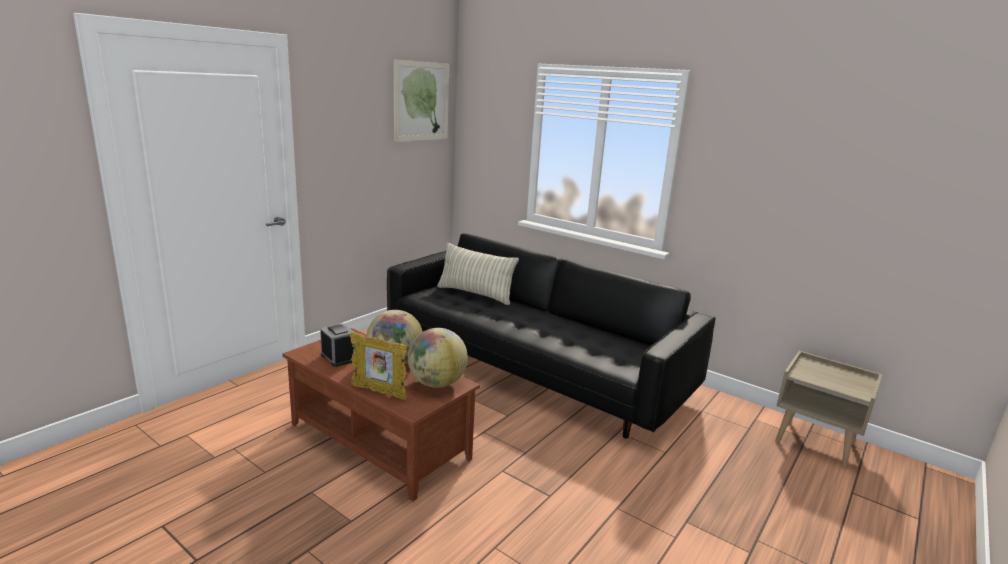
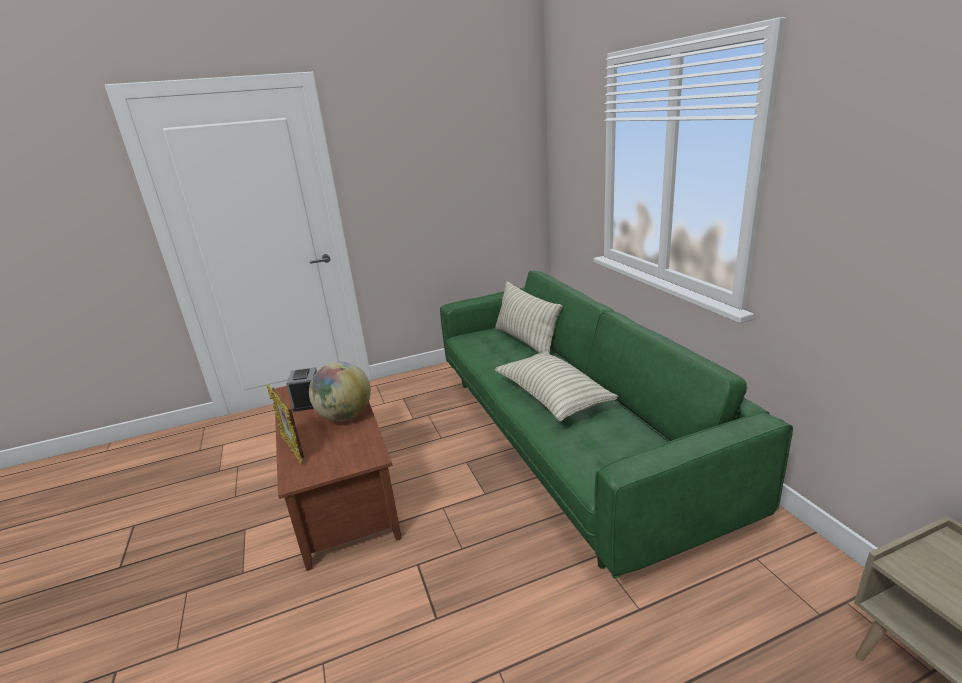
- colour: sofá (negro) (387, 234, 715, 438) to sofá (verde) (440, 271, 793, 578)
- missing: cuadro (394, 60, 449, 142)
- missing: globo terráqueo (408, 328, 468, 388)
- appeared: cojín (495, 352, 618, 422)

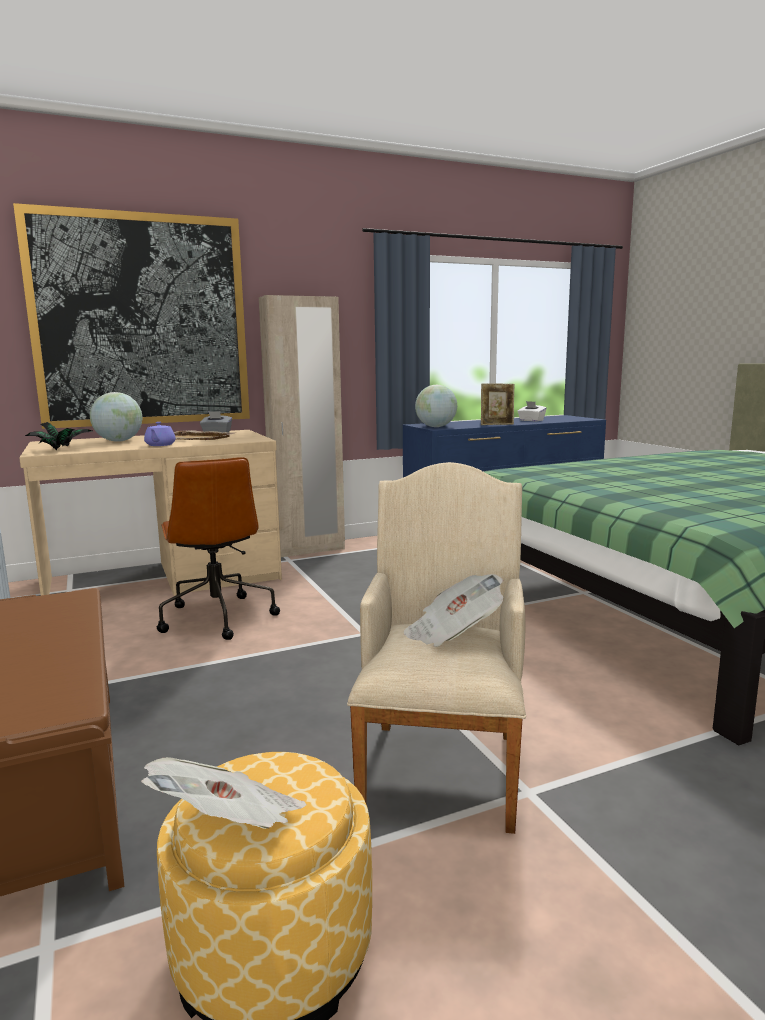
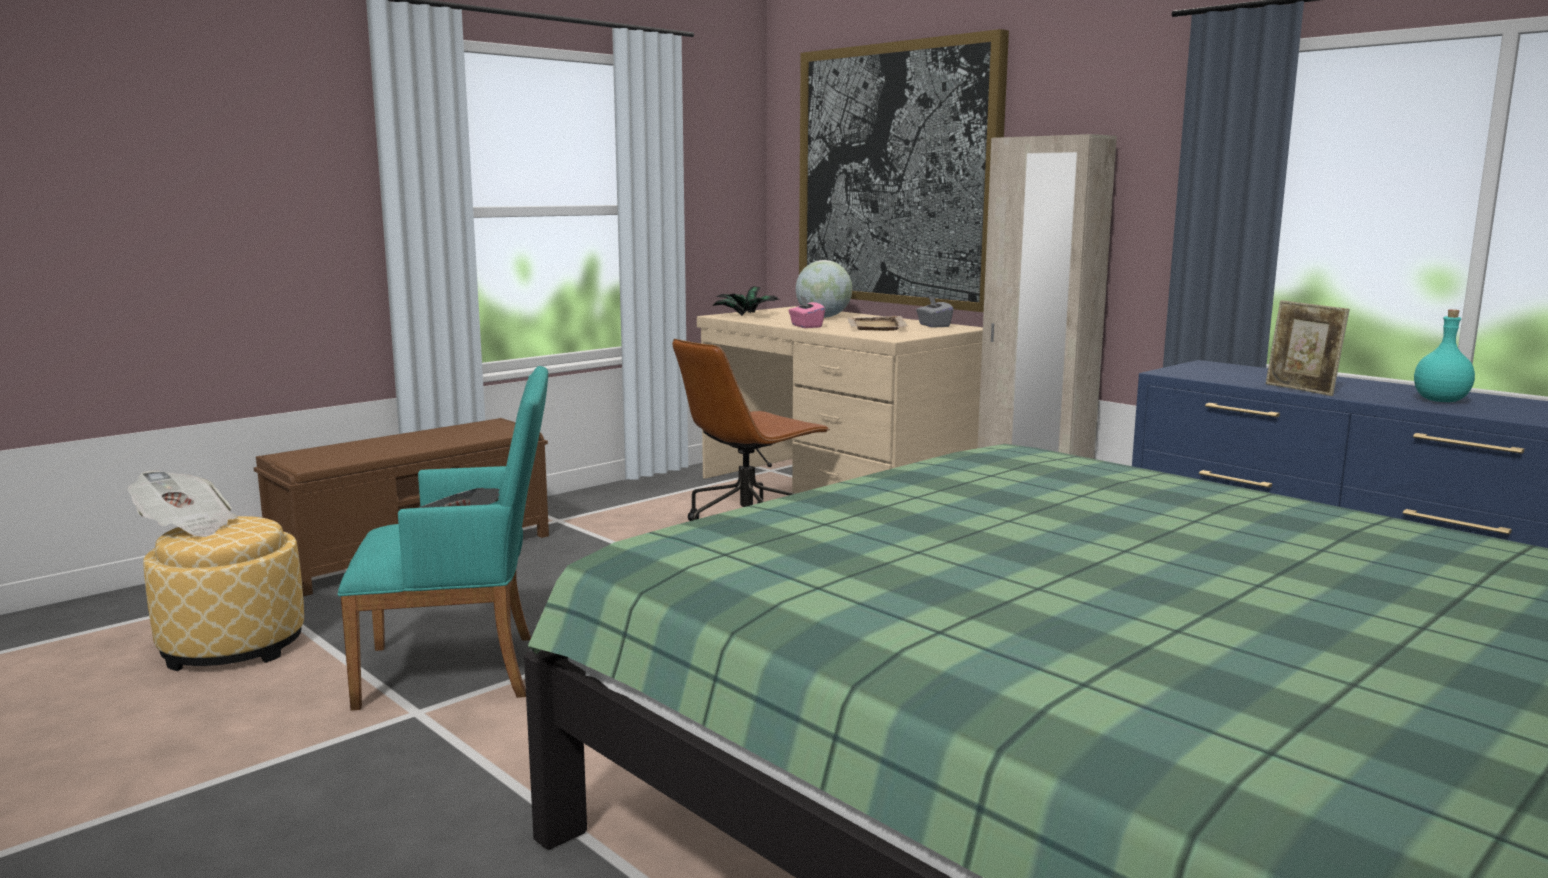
- exchanged: tetera (morado) (144, 422, 176, 446) to caja de pañuelos (rosa) (788, 296, 825, 328)
- colour: sillón (beis) (347, 462, 526, 834) to sillón (turquesa) (338, 366, 548, 711)
- missing: globo terráqueo (415, 385, 457, 427)
- exchanged: caja de pañuelos (blanco) (518, 401, 546, 422) to botella (turquesa) (1414, 310, 1475, 402)

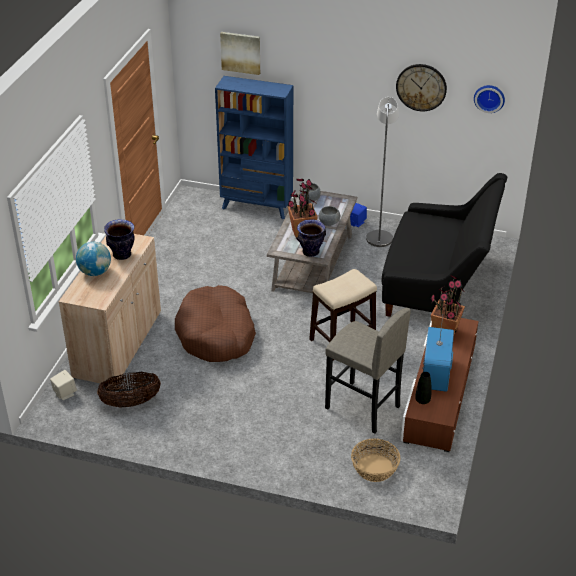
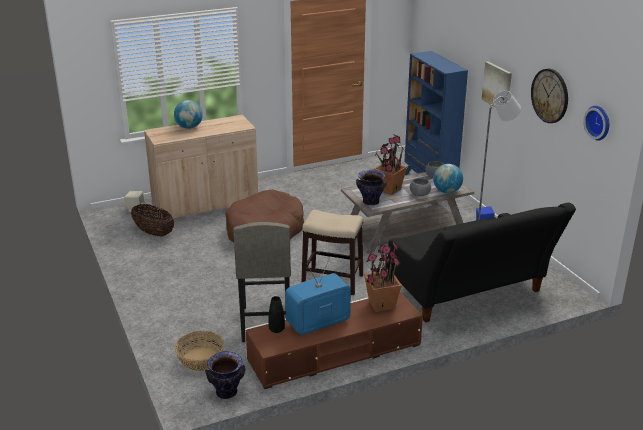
- relocated: florero (104, 219, 135, 260) to (205, 351, 245, 399)
- relocated: cuadro (220, 32, 260, 75) to (482, 61, 512, 107)
- appeared: globo terráqueo (433, 164, 463, 193)

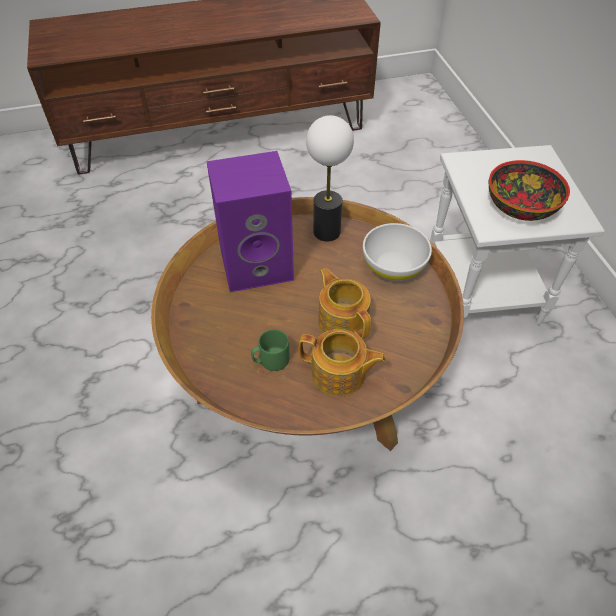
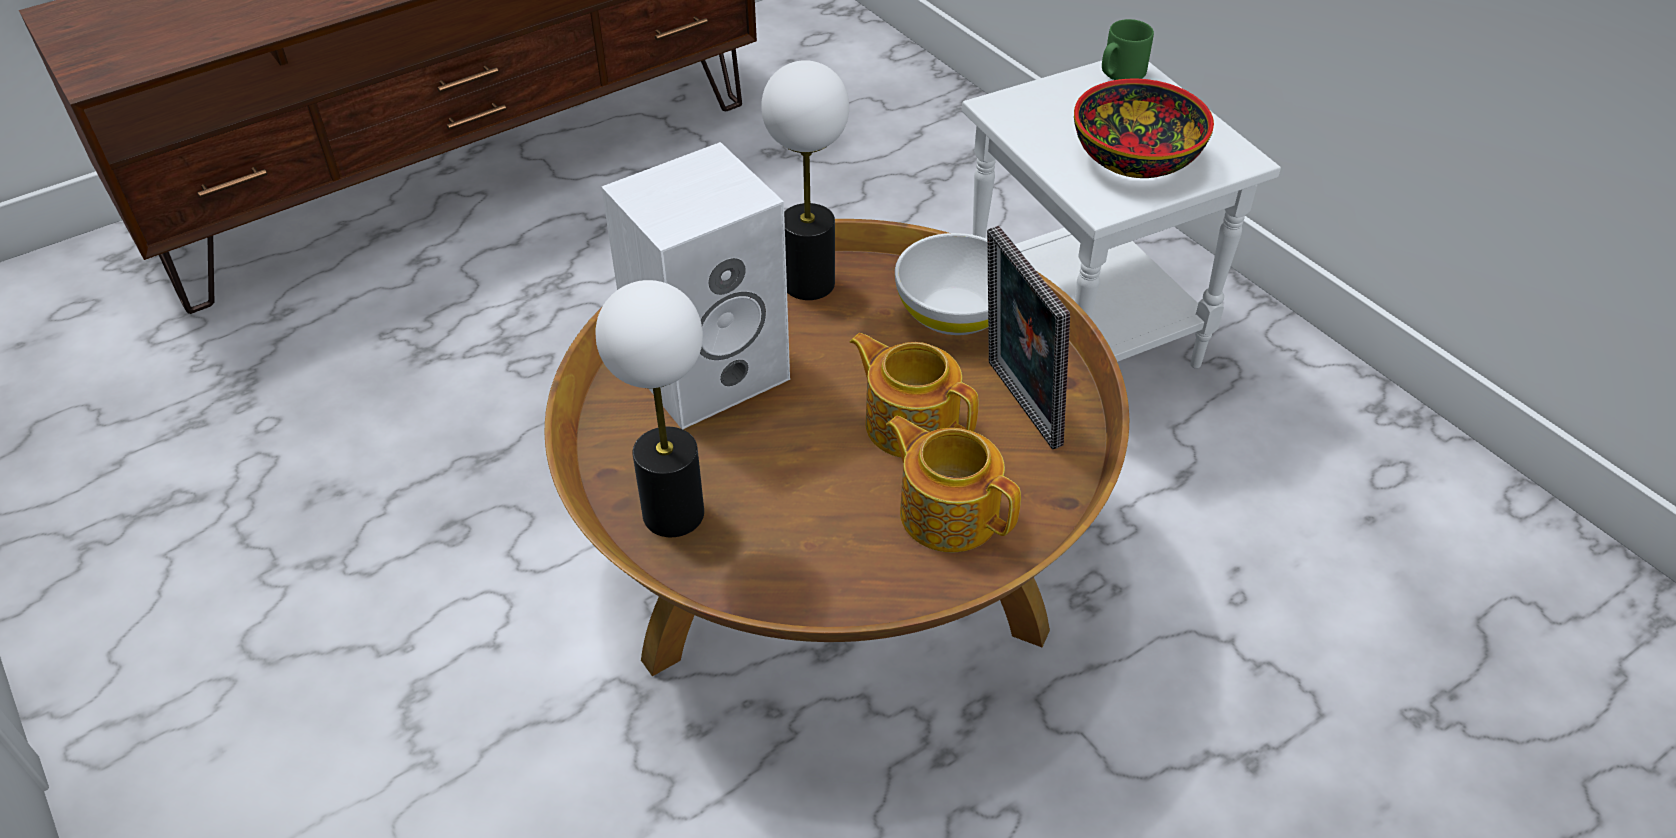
- colour: altavoz (morado) (206, 151, 294, 292) to altavoz (blanco) (601, 142, 790, 429)
- relocated: taza grande (verde) (251, 329, 290, 371) to (1102, 19, 1154, 80)
- spun: tetera (299, 329, 386, 397) = (886, 416, 1021, 553) 135 degrees counterclockwise
- appeared: lámpara de mesa (596, 280, 704, 537)
- appeared: portarretratos (987, 226, 1070, 449)

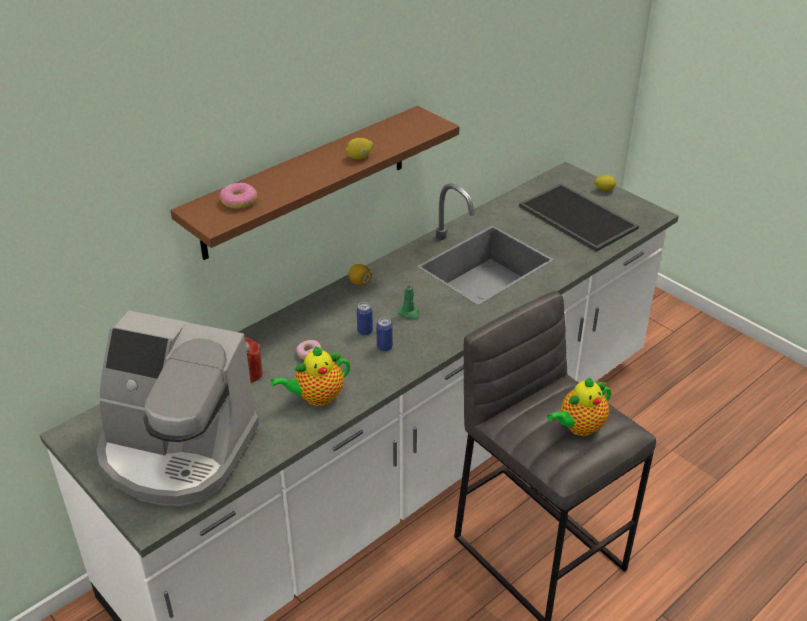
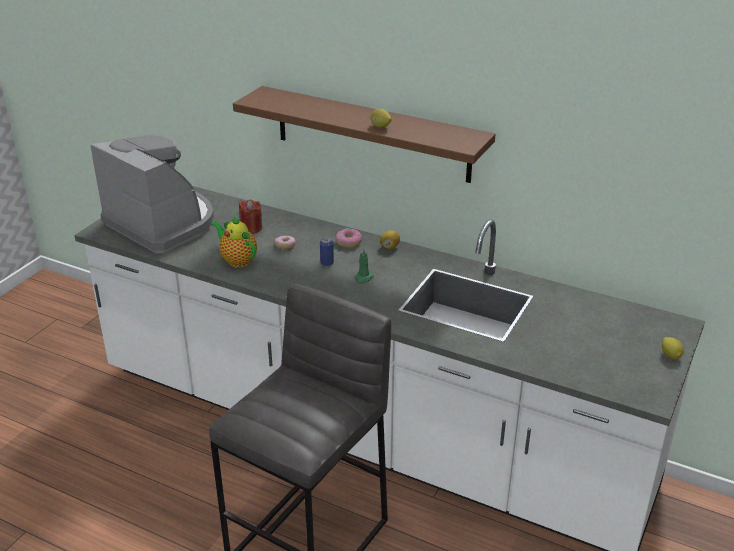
- spun: cafetera (96, 311, 259, 506) = (90, 135, 214, 254) 135 degrees clockwise
- relocated: rosquilla (220, 183, 257, 209) to (335, 228, 362, 248)
- missing: lata (376, 318, 393, 351)
- missing: bandeja (519, 184, 639, 252)
- missing: tetera (547, 377, 611, 436)

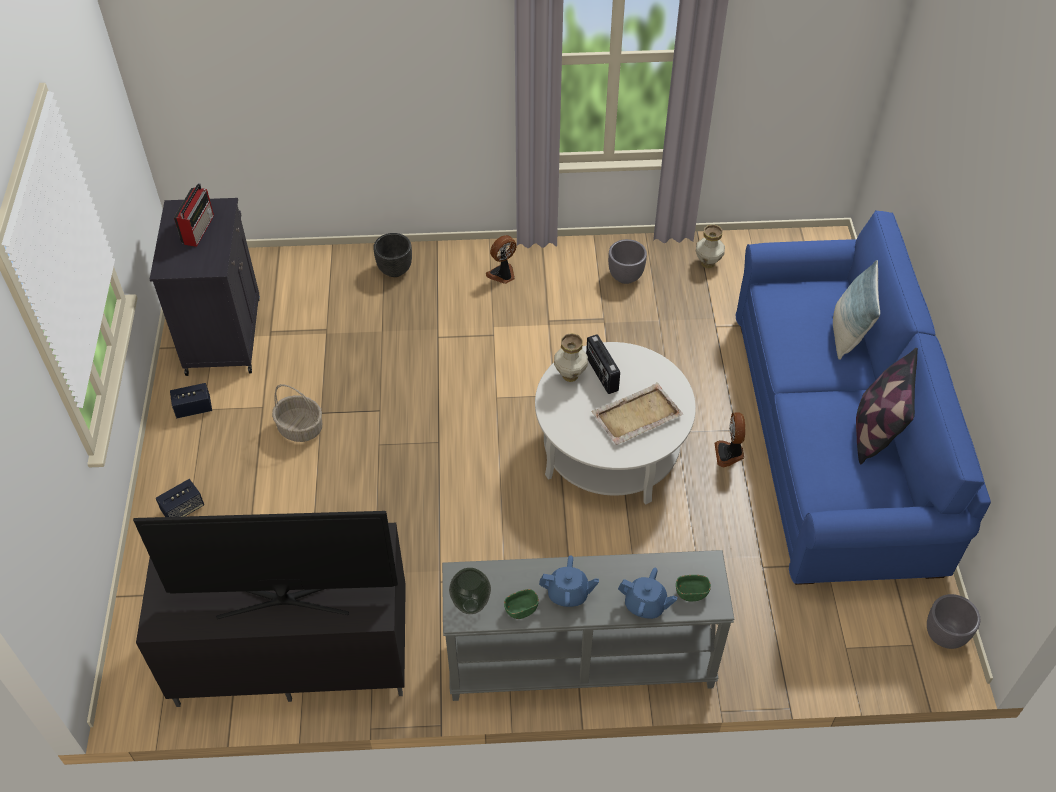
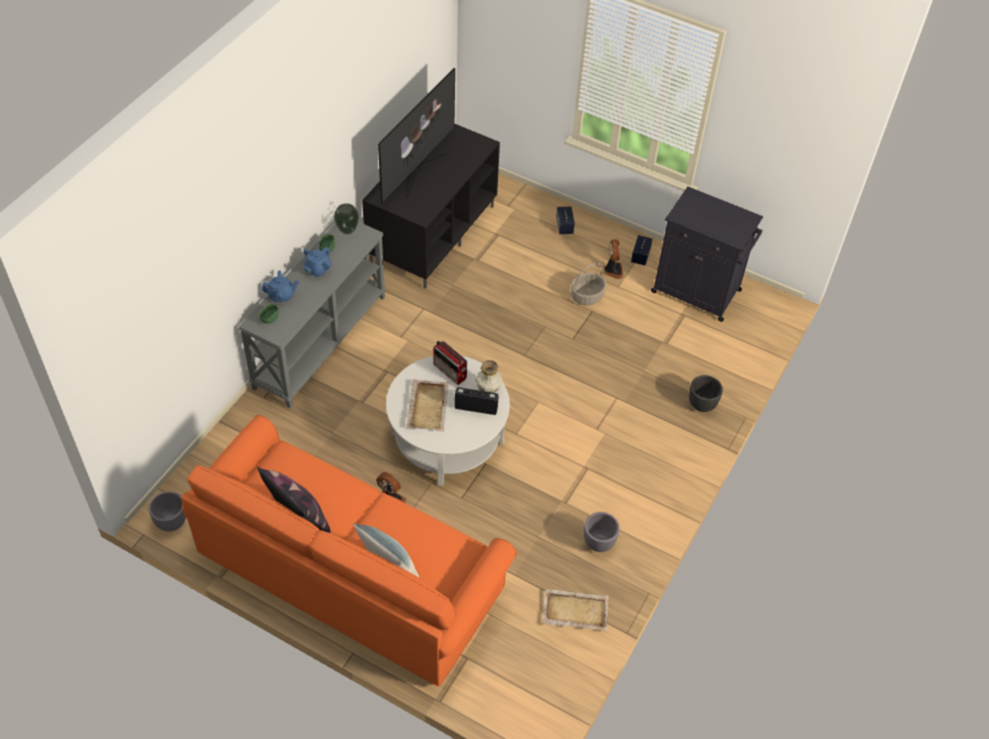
- relocated: radio (174, 183, 214, 247) to (433, 341, 467, 385)
- relocated: ventilador (486, 235, 516, 284) to (603, 240, 624, 279)
- spun: tetera (azul) (618, 568, 677, 619) = (262, 270, 299, 302) 150 degrees counterclockwise
- exchanged: florero (696, 225, 725, 268) to bandeja (beis) (543, 589, 609, 630)
- colour: sofá (azul) (736, 210, 991, 585) to sofá (naranja) (181, 415, 517, 687)

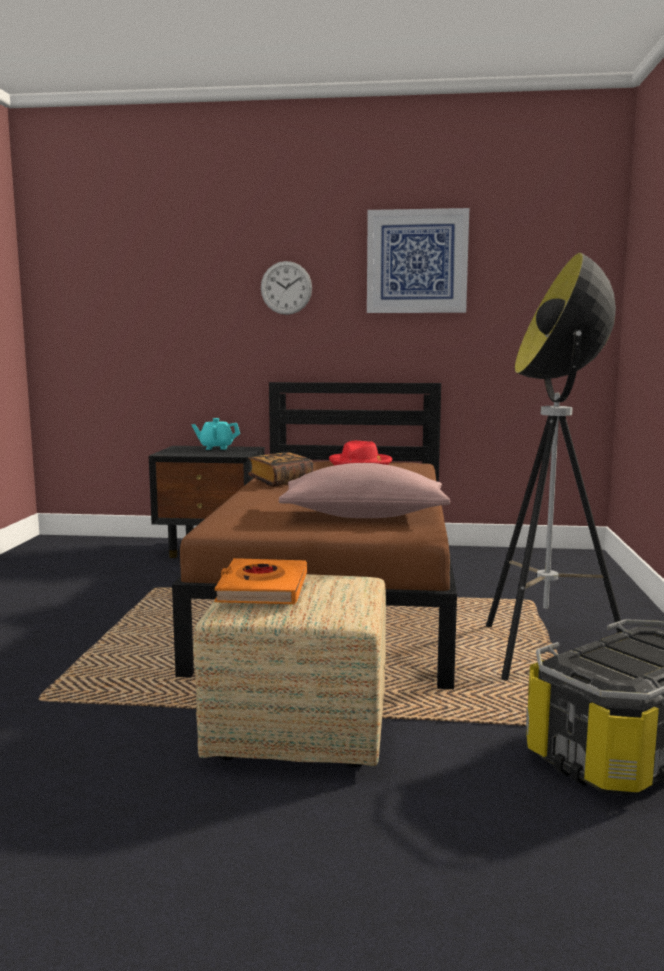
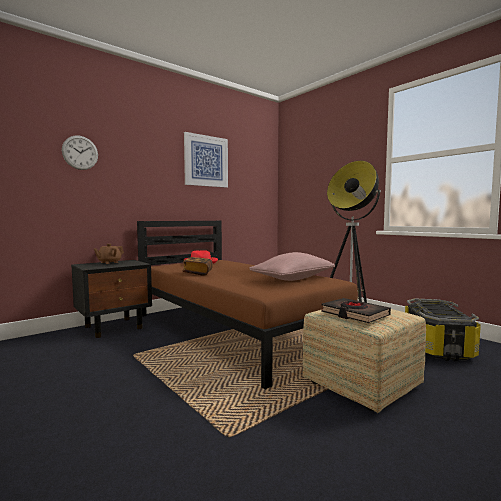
- colour: tetera (turquesa) (191, 418, 240, 450) to tetera (marrón) (94, 244, 124, 264)
- colour: libro (naranja) (214, 558, 307, 604) to libro (negro) (321, 298, 391, 323)
- relocated: reloj de pared (261, 261, 312, 315) to (62, 136, 98, 170)

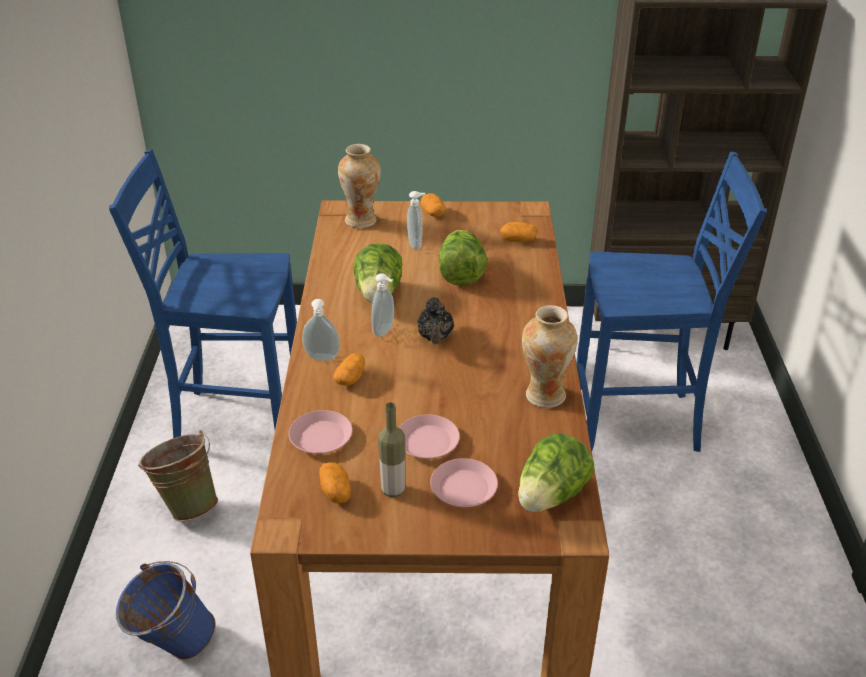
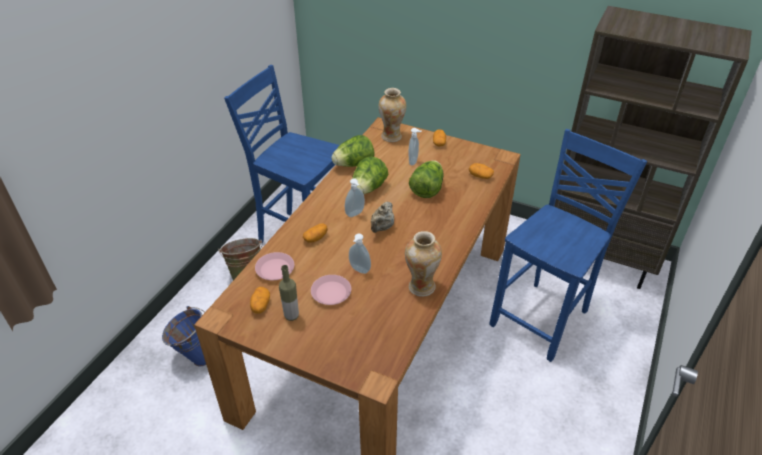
- relocated: dispensador de jabón (302, 299, 340, 361) to (349, 233, 371, 274)
- colour: tetera (negro) (418, 297, 454, 344) to tetera (beis) (371, 202, 394, 233)
- missing: plato (rosa) (430, 458, 498, 507)
- relocated: lechuga (518, 434, 594, 512) to (331, 135, 375, 167)
- spun: silla (azul) (576, 152, 767, 452) = (489, 129, 647, 362) 75 degrees counterclockwise

